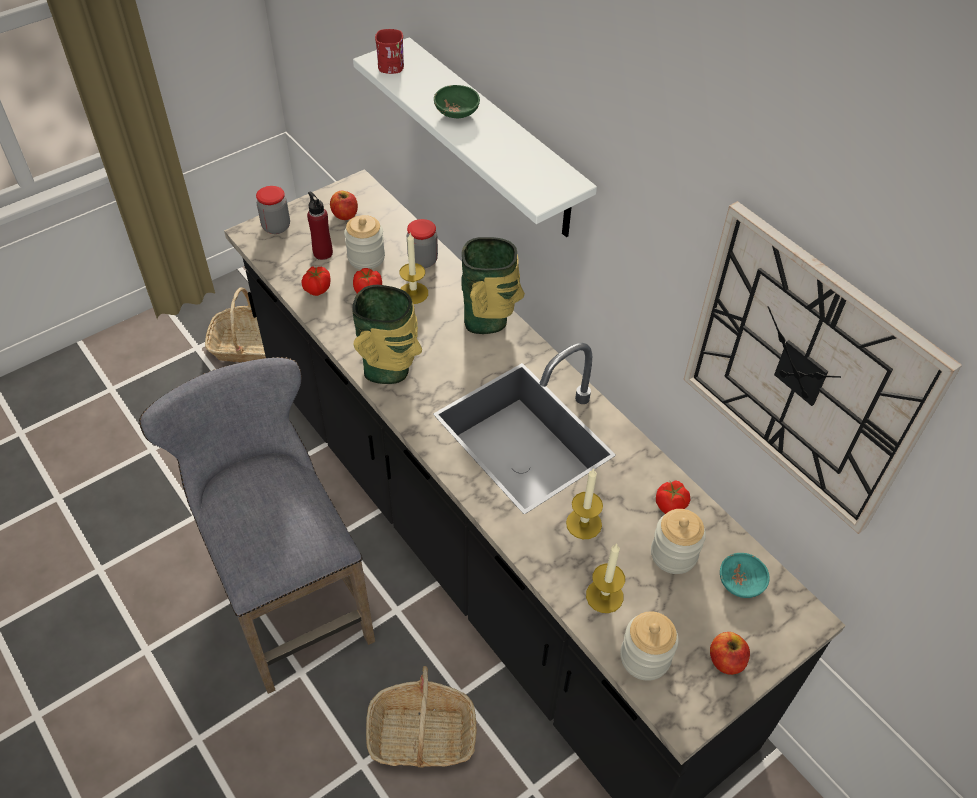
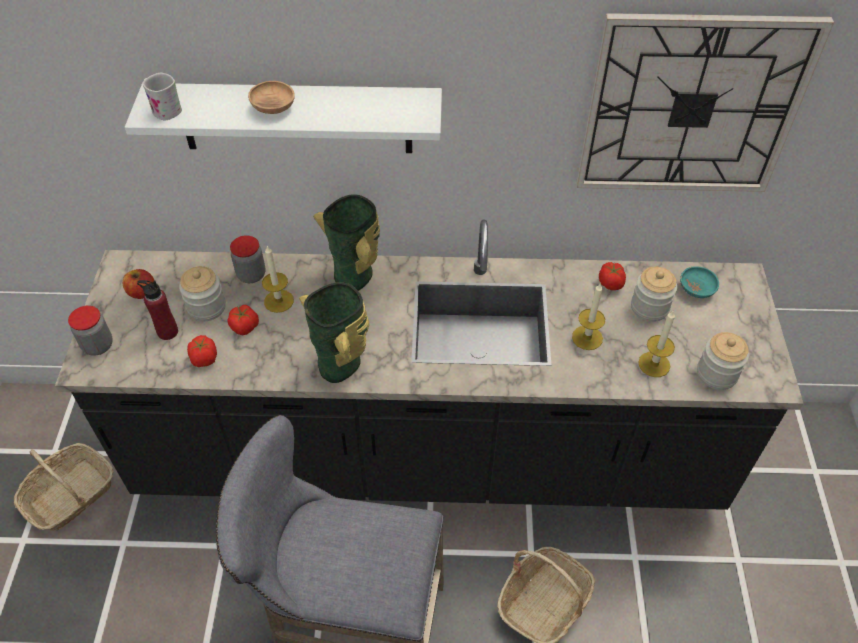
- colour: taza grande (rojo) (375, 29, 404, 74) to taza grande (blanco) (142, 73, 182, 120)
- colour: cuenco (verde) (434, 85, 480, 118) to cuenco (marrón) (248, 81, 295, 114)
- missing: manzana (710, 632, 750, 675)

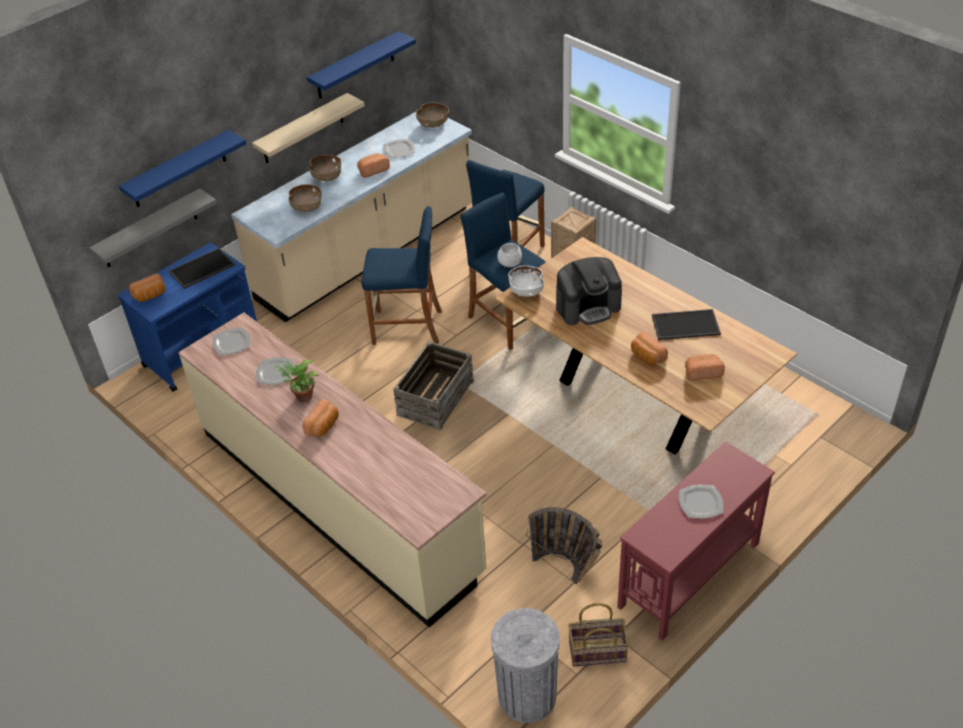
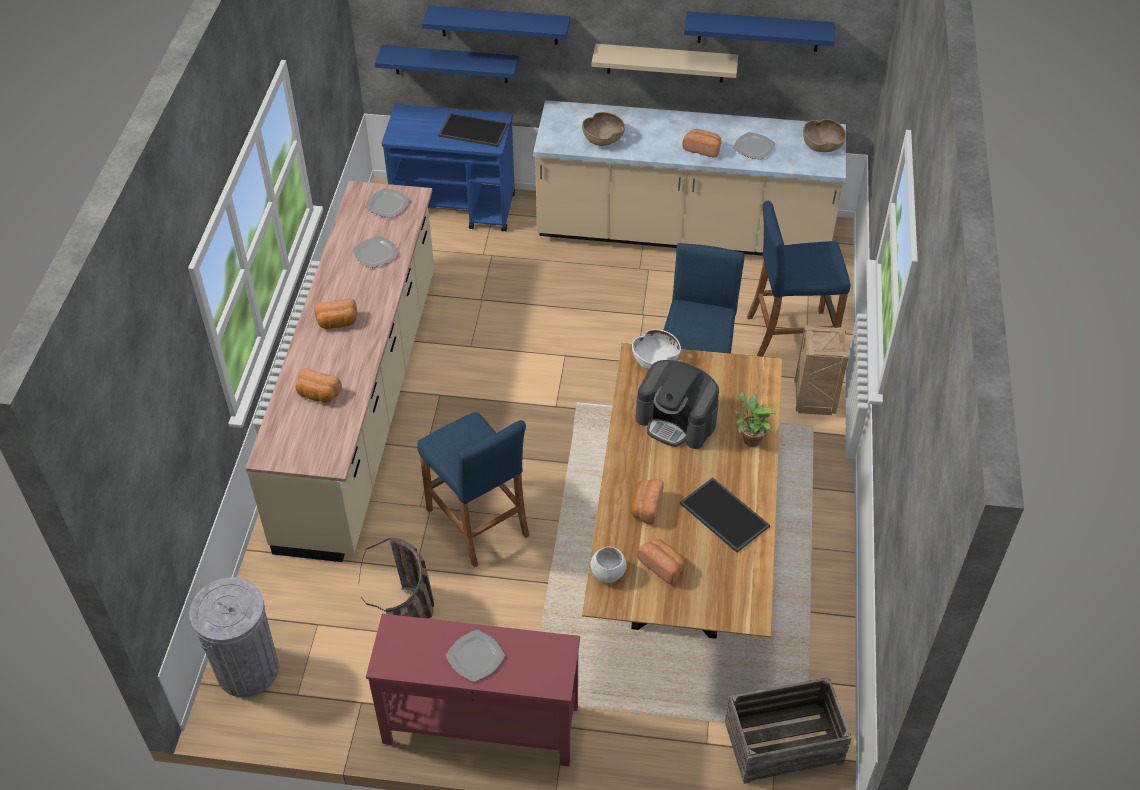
- colour: estante (gris) (89, 188, 217, 267) to estante (azul) (375, 45, 519, 83)
- relocated: pan (129, 274, 165, 302) to (295, 368, 342, 403)
- relocated: planta en maceta (274, 360, 319, 402) to (735, 391, 776, 447)
- missing: cuenco (marrón) (309, 155, 341, 181)
- relocated: taburete (azul) (361, 206, 442, 345) to (417, 412, 529, 568)
- relocated: caja de embalaje (393, 342, 474, 430) to (725, 677, 852, 784)
- relocated: cuenco (blanco) (497, 243, 522, 267) to (590, 547, 626, 583)
- missing: cesta (568, 603, 629, 666)

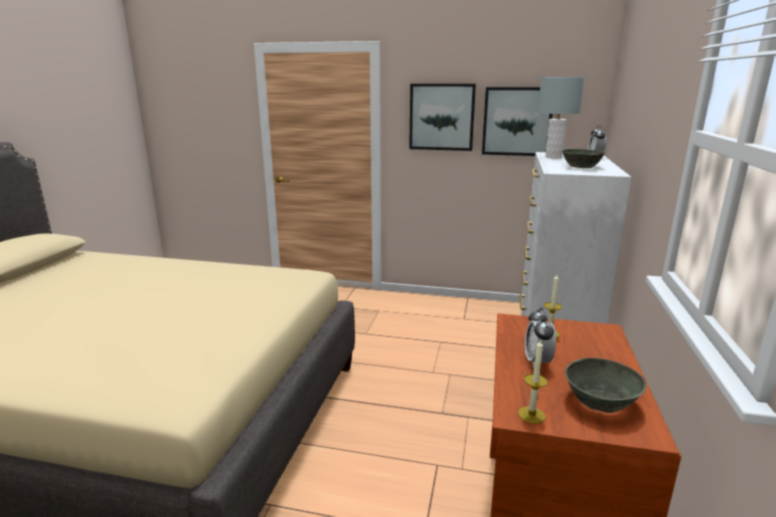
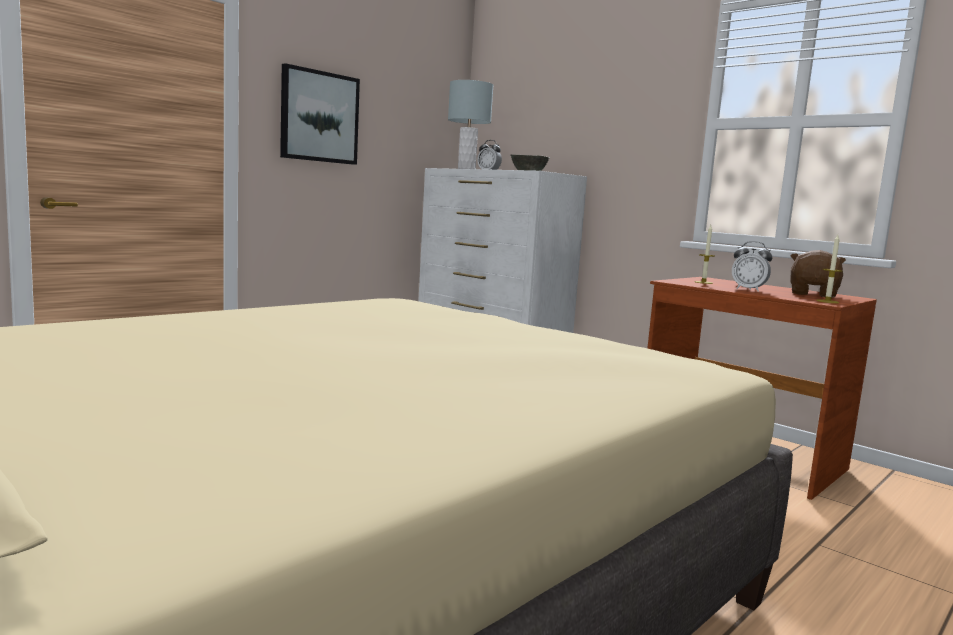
- missing: cuadro (482, 87, 552, 156)
- exchanged: cuenco (gris) (565, 358, 646, 413) to peluche (marrón) (790, 250, 846, 298)

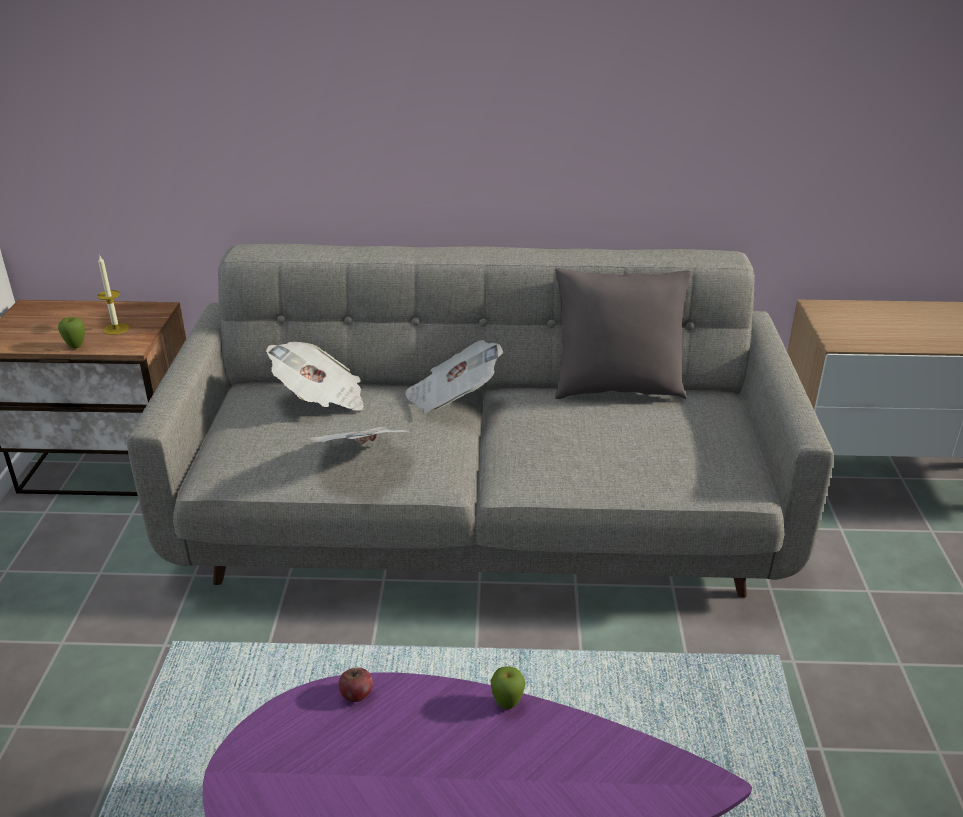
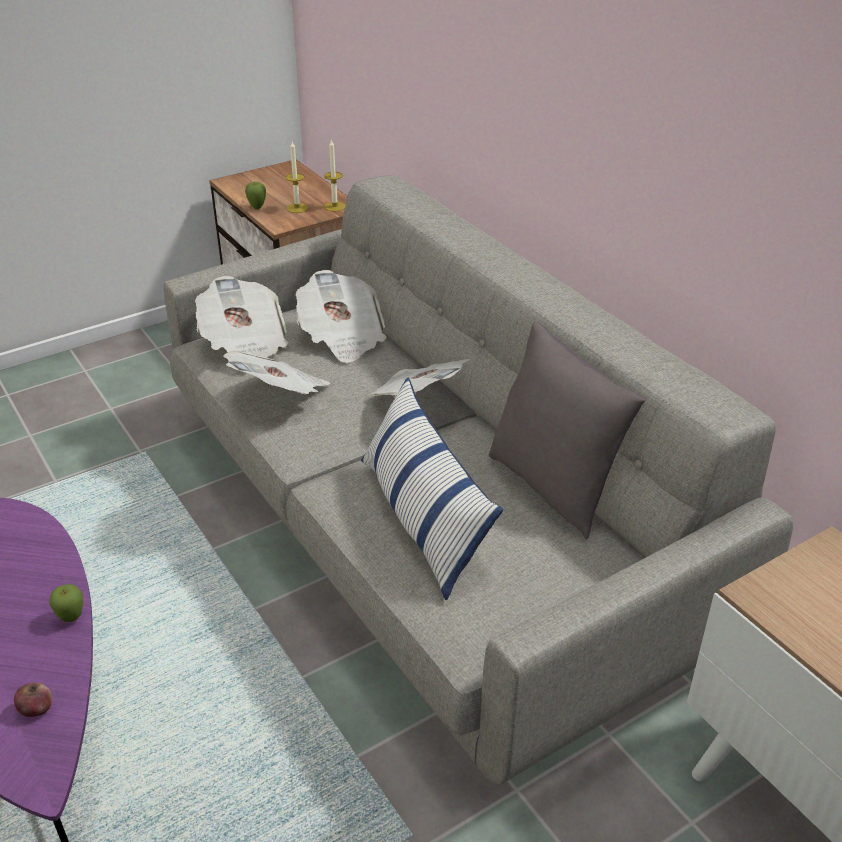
- relocated: manzana (338, 667, 373, 702) to (14, 682, 52, 717)
- appeared: periódico (195, 276, 288, 358)
- appeared: vela (324, 140, 345, 212)
- appeared: cojín (361, 378, 503, 600)

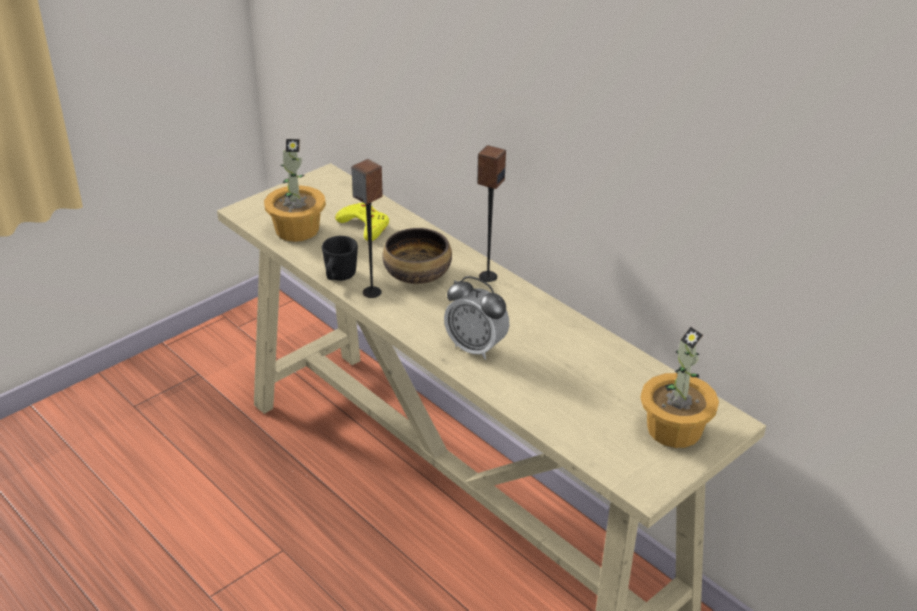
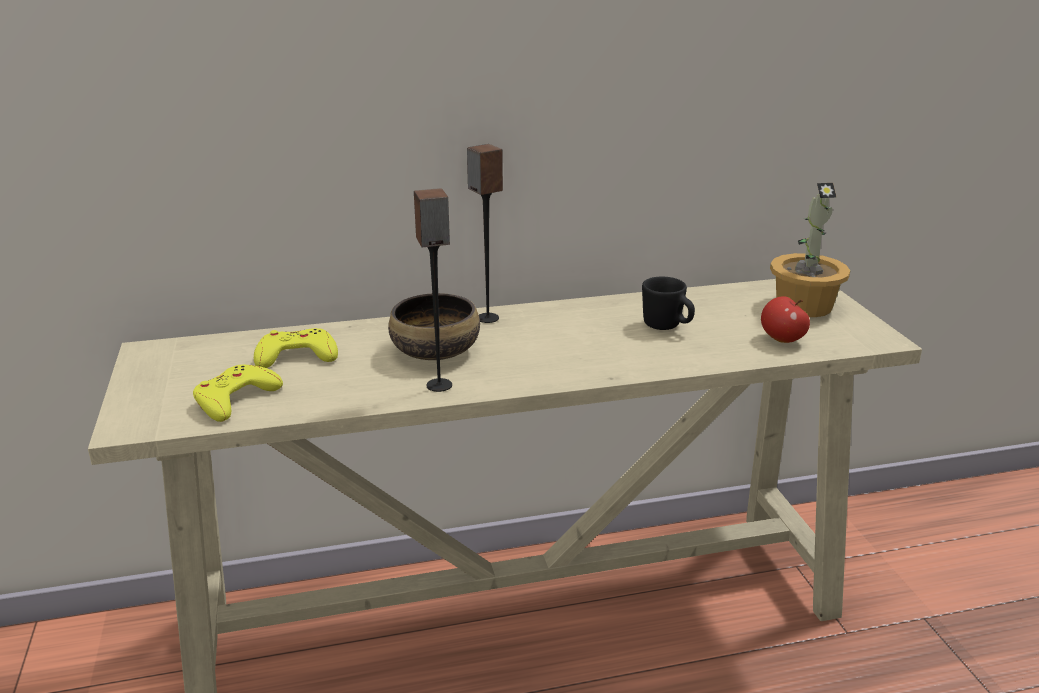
- exchanged: planta en maceta (264, 139, 326, 242) to mando de consola (amarillo) (193, 365, 283, 422)
- relocated: taza grande (negro) (322, 236, 358, 281) to (642, 277, 695, 330)
- missing: despertador (444, 276, 509, 360)
- appeared: manzana (761, 296, 810, 343)

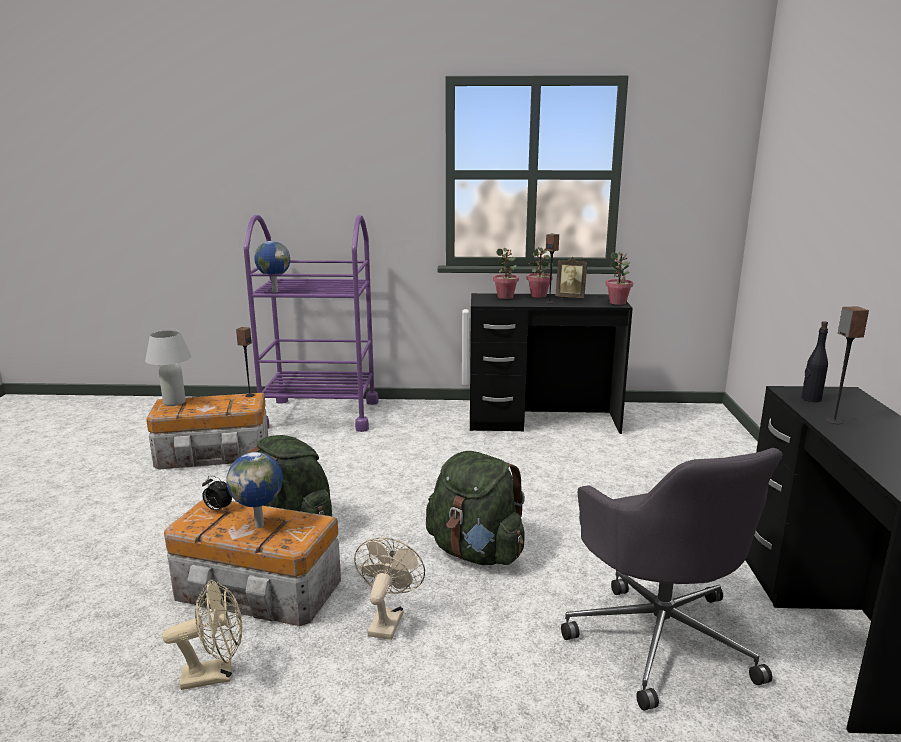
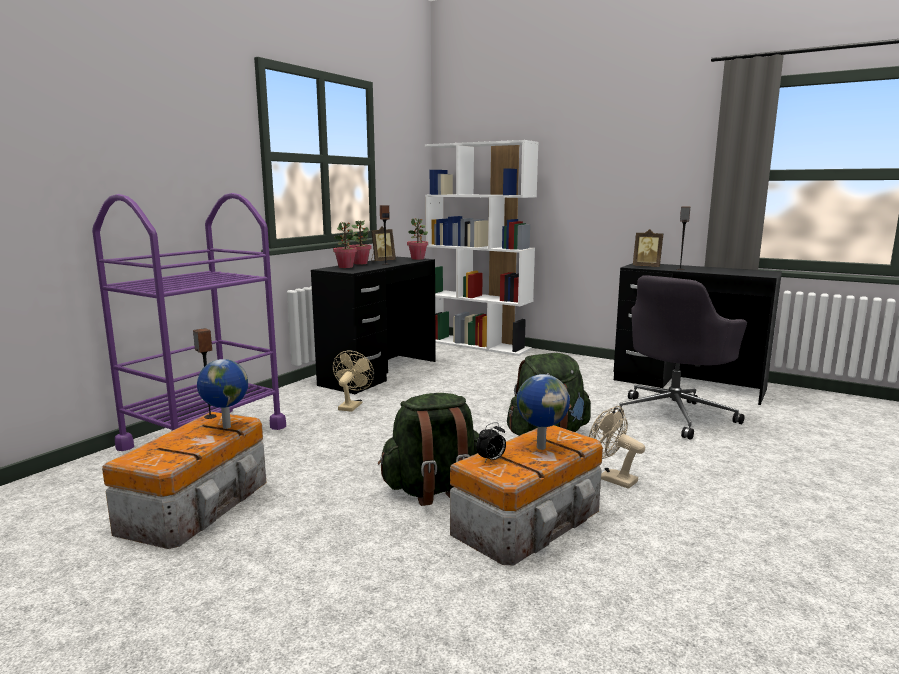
- missing: lámpara de mesa (blanco) (145, 330, 192, 406)
- relocated: ventilador (beis) (162, 579, 242, 690) to (333, 351, 374, 412)
- relocated: globo terráqueo (254, 241, 290, 293) to (197, 359, 248, 429)
- spun: silla de oficina (gris) (561, 448, 783, 711) = (613, 275, 747, 440) 120 degrees clockwise
- exchanged: botella (negro) (801, 321, 828, 402) to portarretratos (633, 229, 663, 267)
- appeared: estantería (blanco) (425, 140, 539, 356)

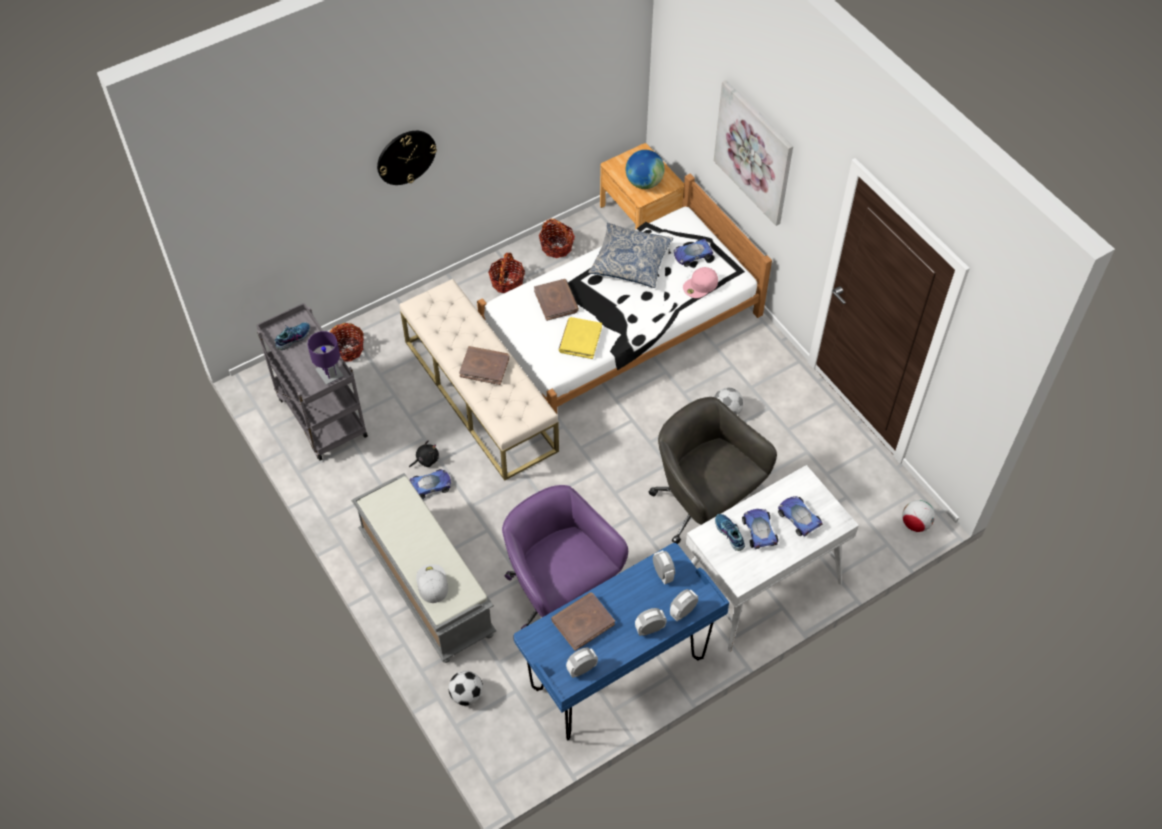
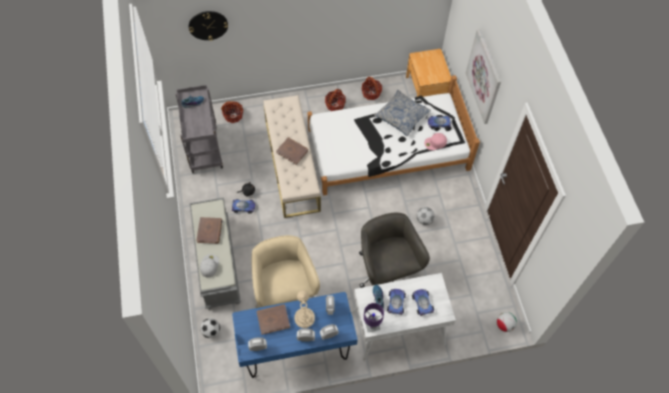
- relocated: lámpara de mesa (morado) (307, 331, 344, 385) to (364, 303, 384, 332)
- relocated: reloj de pared (377, 131, 437, 185) to (189, 11, 228, 41)
- colour: silla de oficina (morado) (502, 485, 628, 629) to silla de oficina (beis) (251, 235, 320, 308)
- relocated: libro (marrón) (534, 279, 579, 321) to (196, 217, 222, 244)
- missing: libro (amarillo) (559, 317, 602, 359)
- missing: globo terráqueo (626, 150, 664, 189)
- appeared: lámpara de mesa (beis) (294, 291, 315, 328)

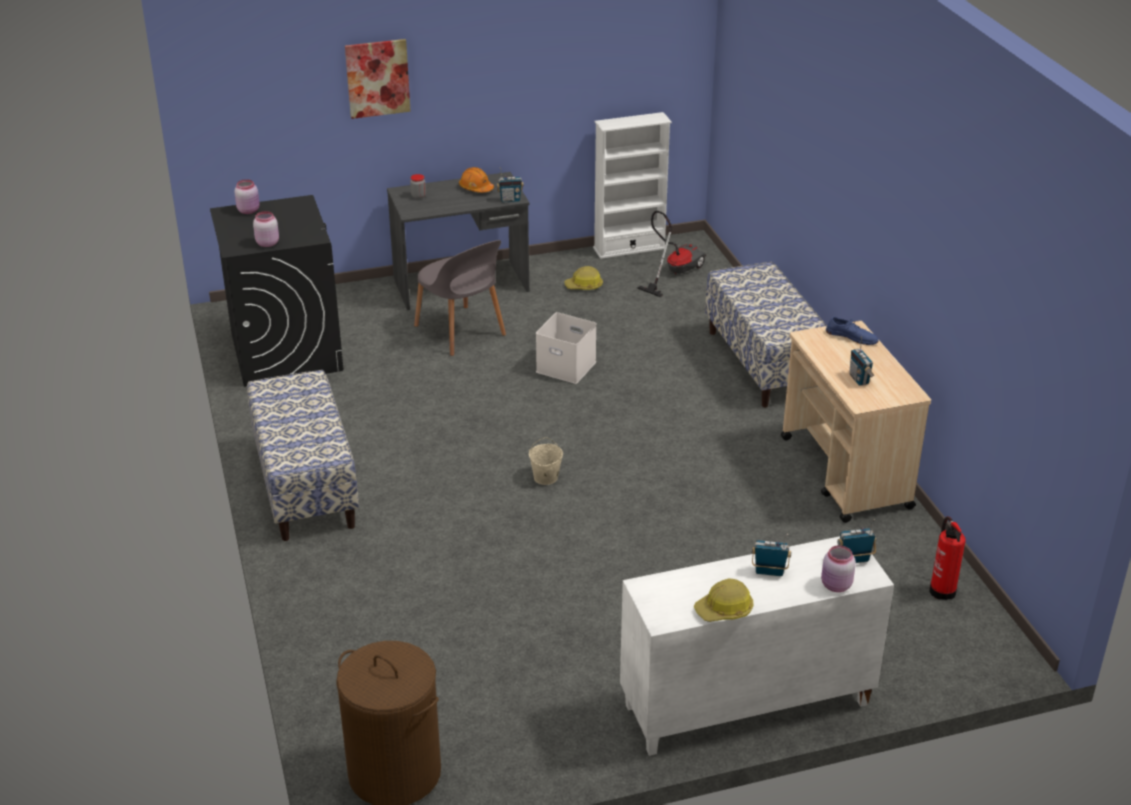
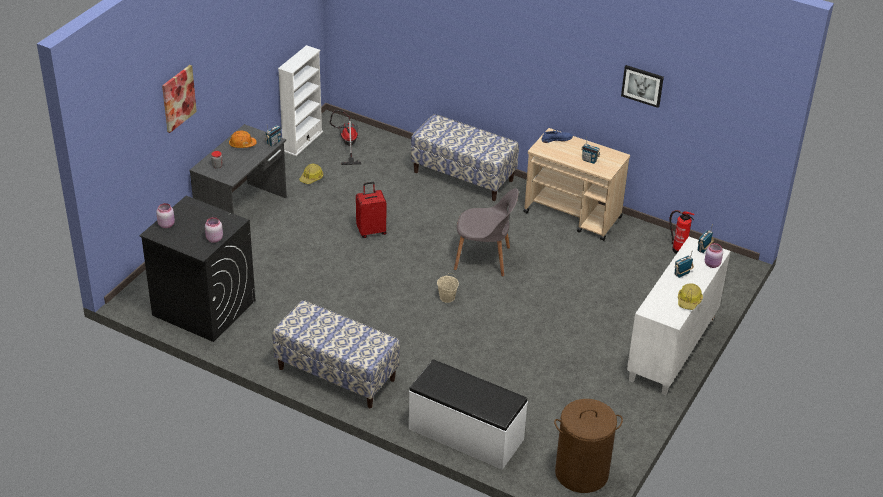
- relocated: silla (gris) (414, 240, 506, 356) to (454, 188, 519, 277)
- exchanged: caja de almacenaje (blanco) (536, 312, 597, 384) to maleta (rojo) (356, 182, 386, 238)
- appeared: banco (blanco) (409, 360, 528, 470)
- appeared: cuadro (621, 65, 664, 108)

